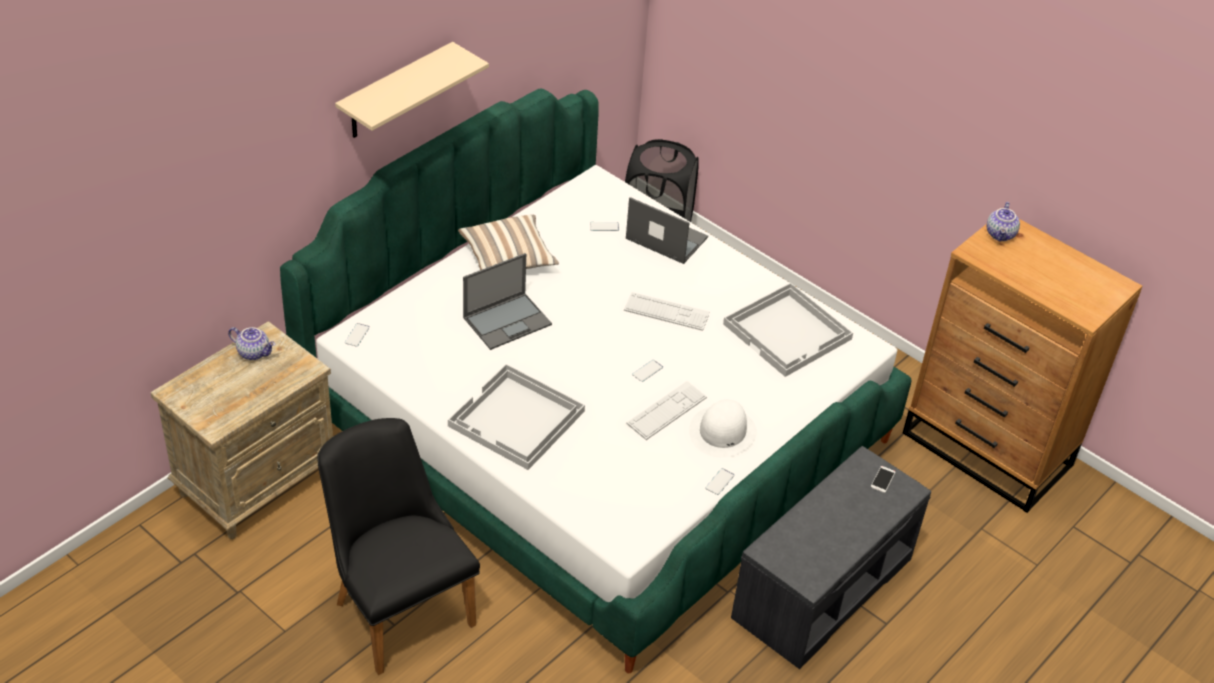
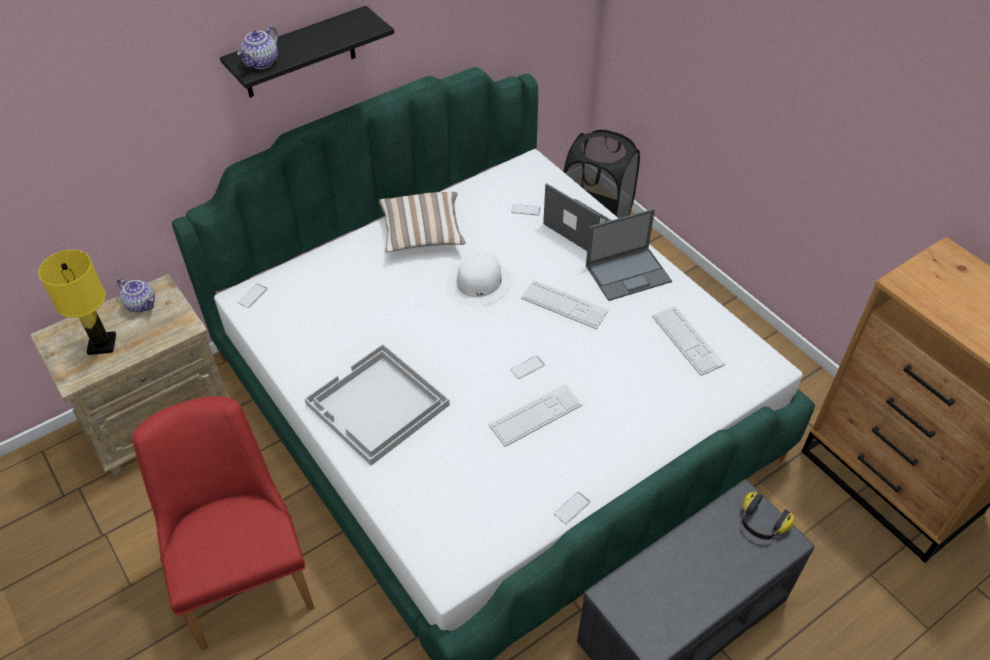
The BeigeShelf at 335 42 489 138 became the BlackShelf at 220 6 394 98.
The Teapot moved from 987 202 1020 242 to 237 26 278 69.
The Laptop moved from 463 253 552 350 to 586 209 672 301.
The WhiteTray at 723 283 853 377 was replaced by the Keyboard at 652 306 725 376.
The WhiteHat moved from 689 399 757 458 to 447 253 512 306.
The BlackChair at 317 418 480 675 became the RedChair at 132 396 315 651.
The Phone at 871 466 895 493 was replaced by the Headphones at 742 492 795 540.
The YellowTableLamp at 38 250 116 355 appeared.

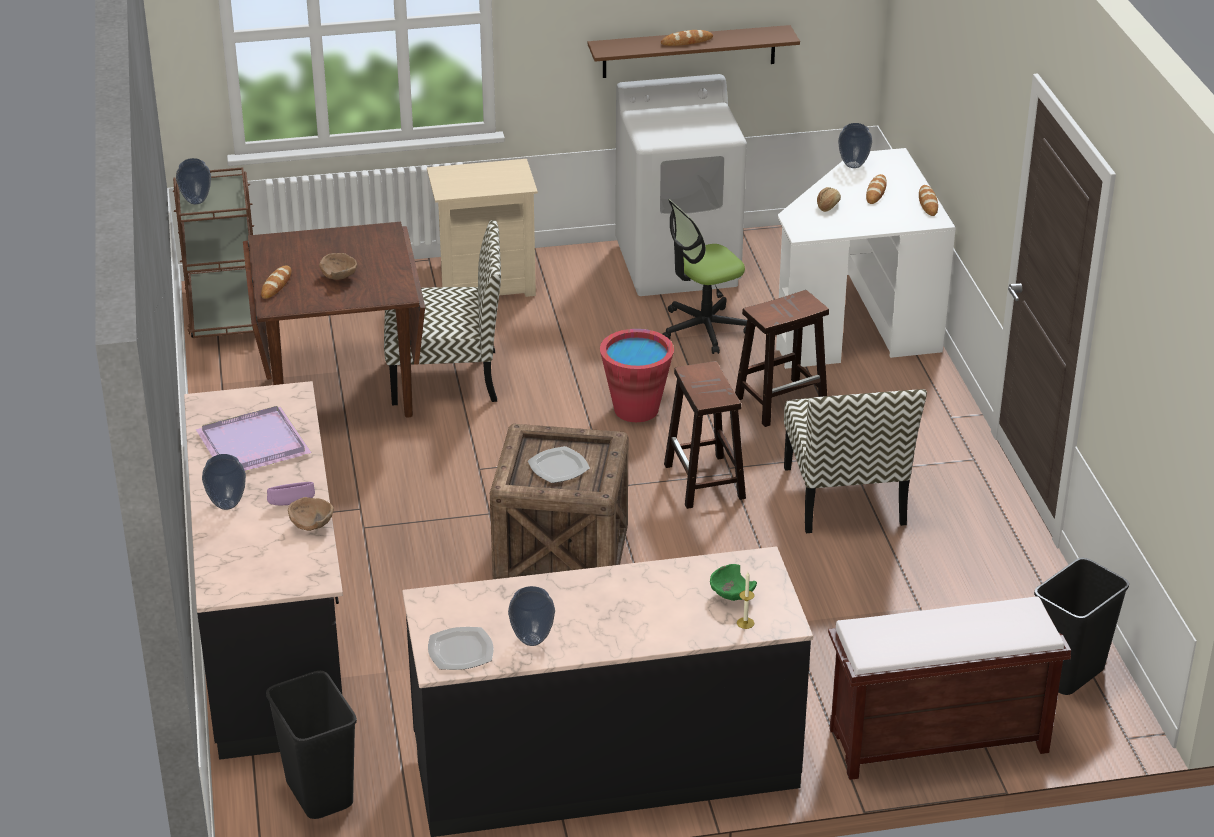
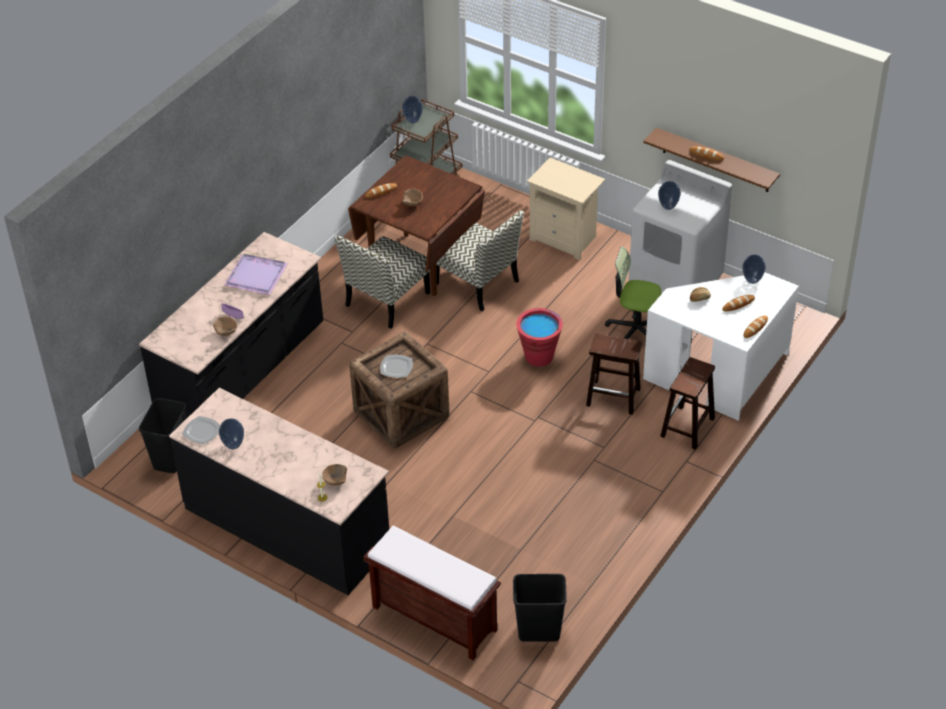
The BrownStool moved from 664 361 746 509 to 660 357 715 450.
The Chair moved from 784 389 927 533 to 334 235 430 329.
The Vase moved from 202 454 246 510 to 658 181 681 210.
The GreenBowl at 710 564 757 601 became the BrownBowl at 322 464 347 486.

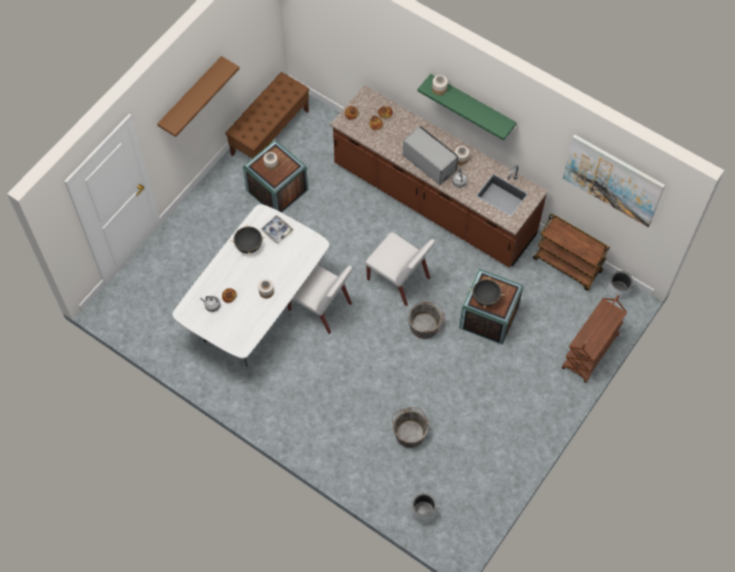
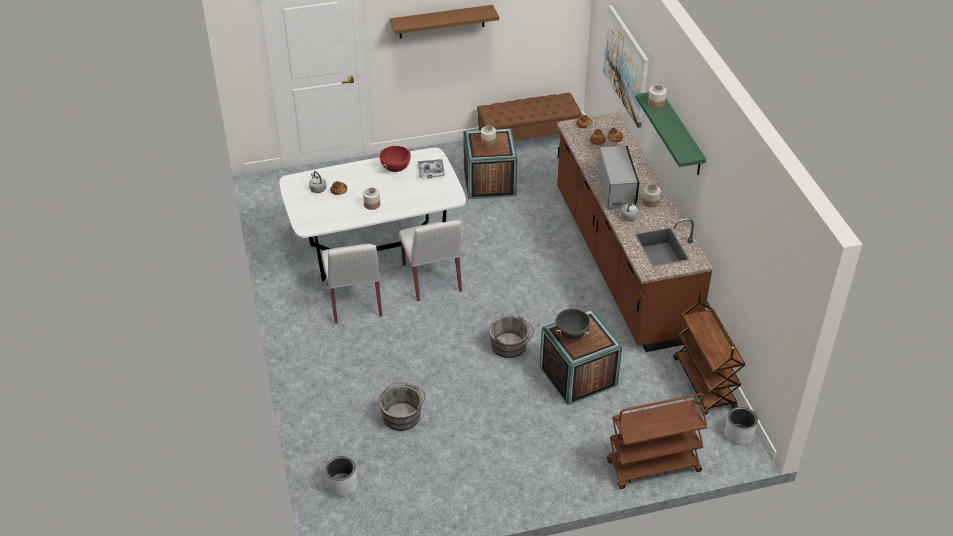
The Picture moved from 563 134 665 227 to 603 5 649 128.
The BlackCookingPot at 230 223 266 255 became the RedCookingPot at 379 146 411 172.
The WhiteChair moved from 365 232 435 306 to 322 244 382 324.

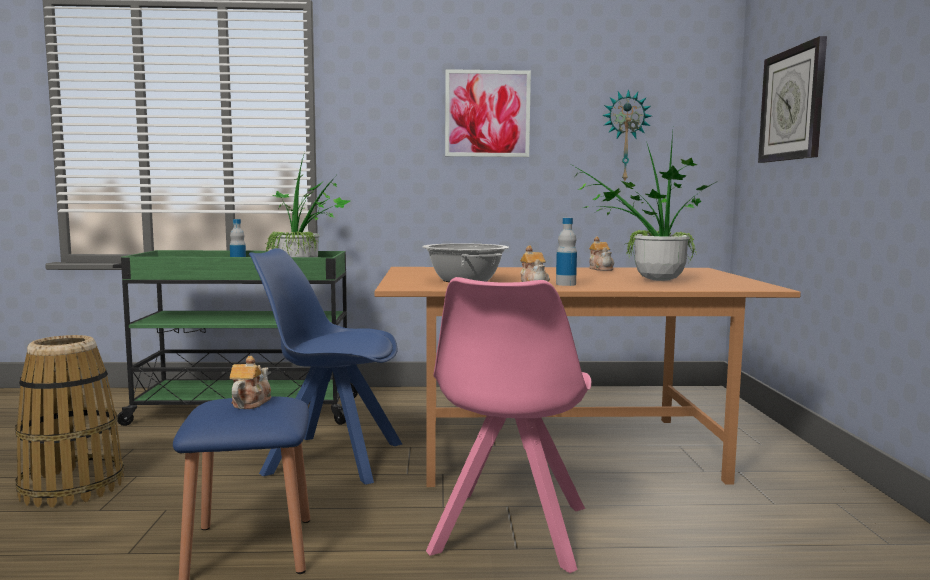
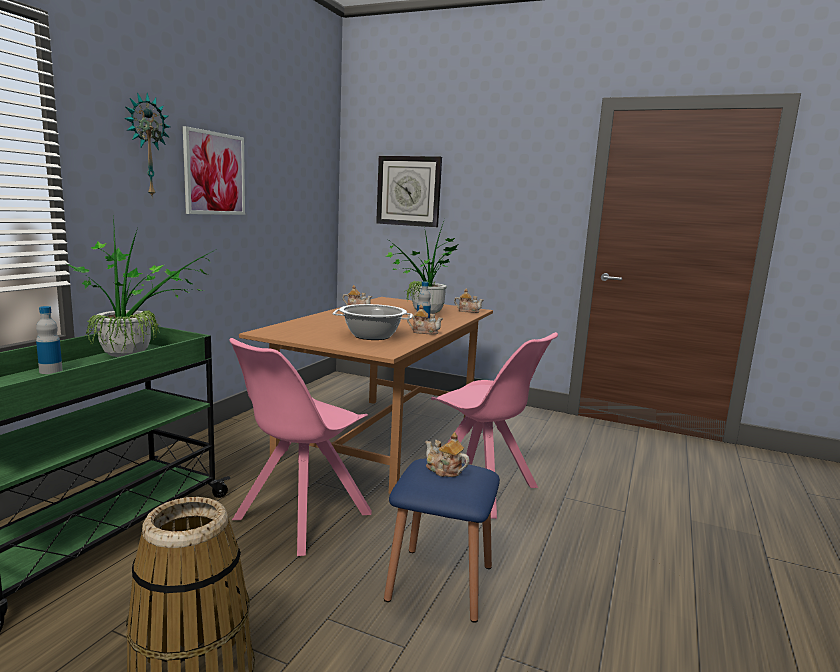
The WallClock moved from 602 89 651 182 to 124 92 170 196.
The BlueChair at 249 248 402 485 became the PinkChair at 229 338 372 556.
The Teapot at 454 289 483 313 appeared.

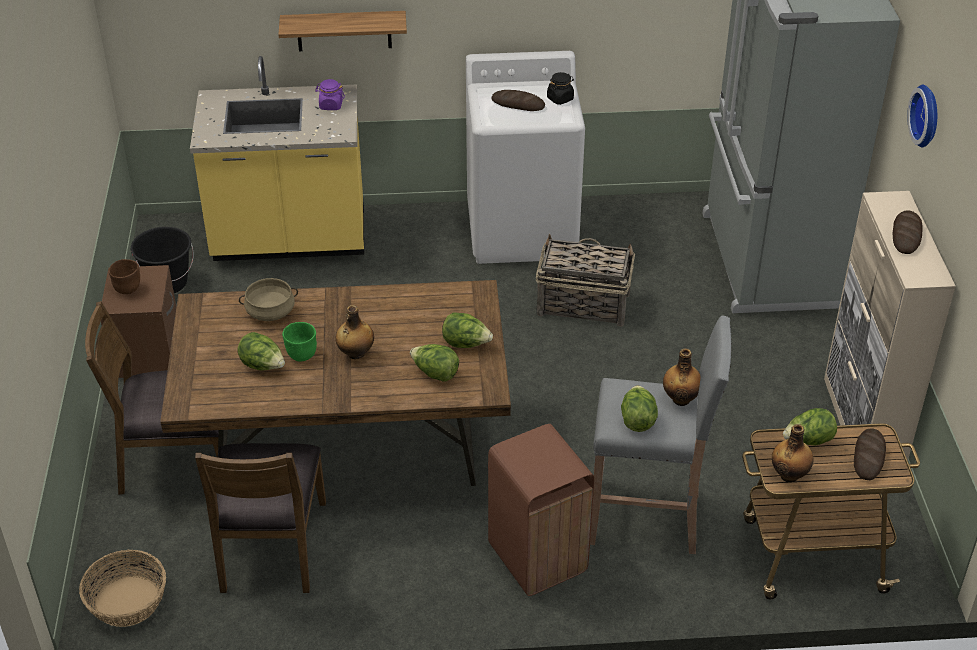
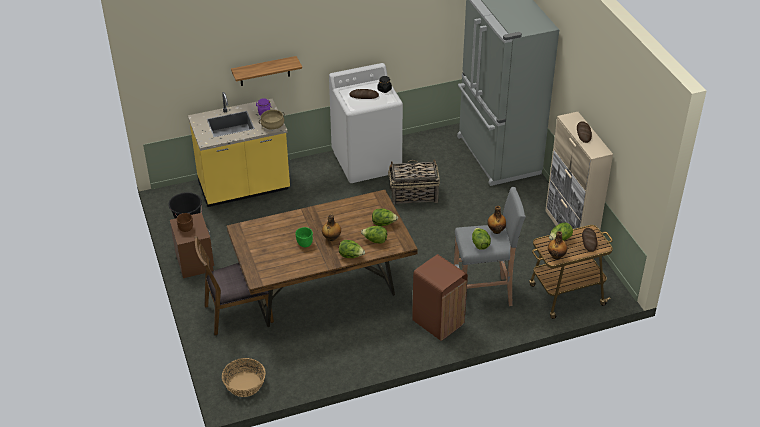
The WallClock at 907 85 937 147 disappeared.
The BeigeCookingPot moved from 239 278 298 321 to 259 110 285 130.
The Lettuce moved from 238 332 285 371 to 339 240 365 258.
The BrownChair at 195 443 326 593 disappeared.

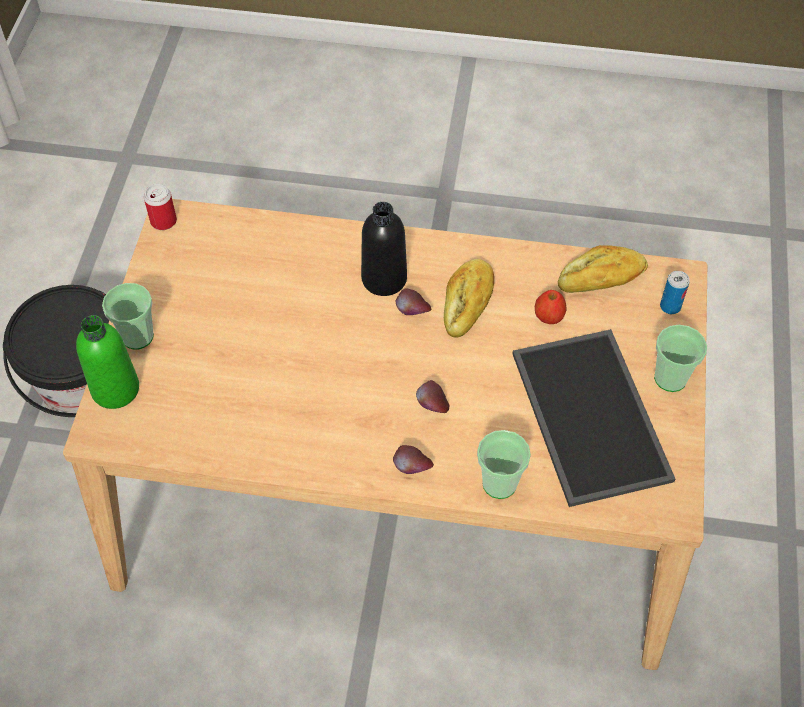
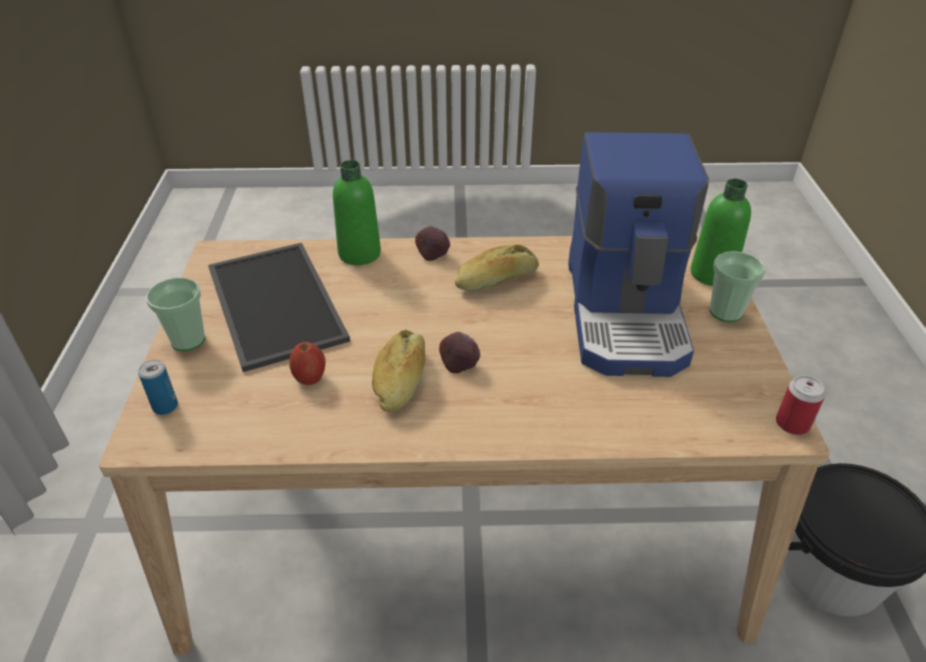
The BlackBottle at 361 202 407 296 disappeared.
The Bread moved from 558 245 648 293 to 455 245 539 291.
The Apple at 416 380 449 413 disappeared.
The Cup at 477 430 531 499 was replaced by the GreenBottle at 333 160 381 265.
The CoffeeMachine at 568 132 709 377 appeared.

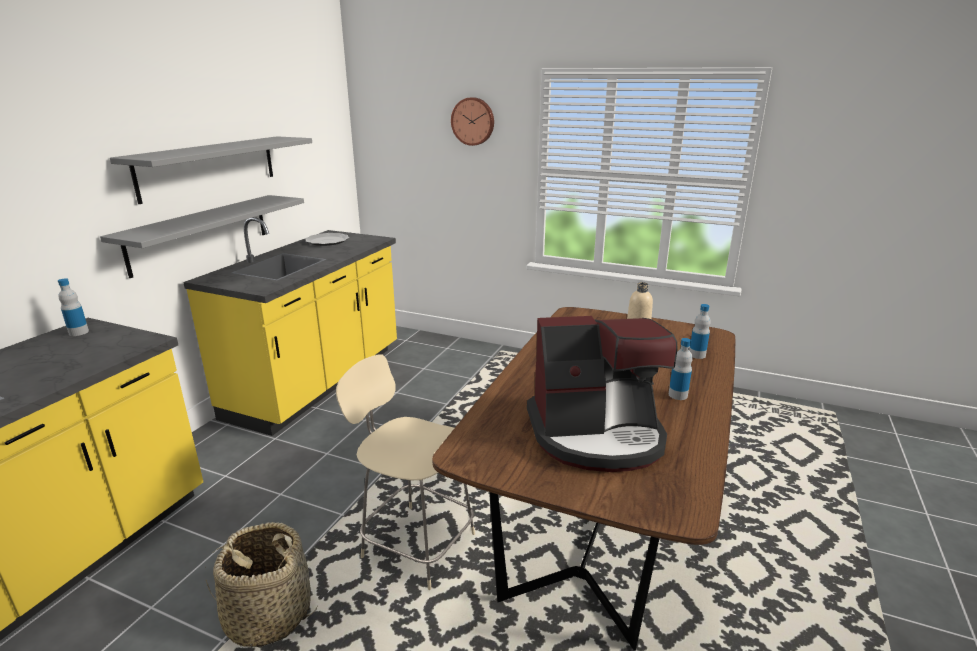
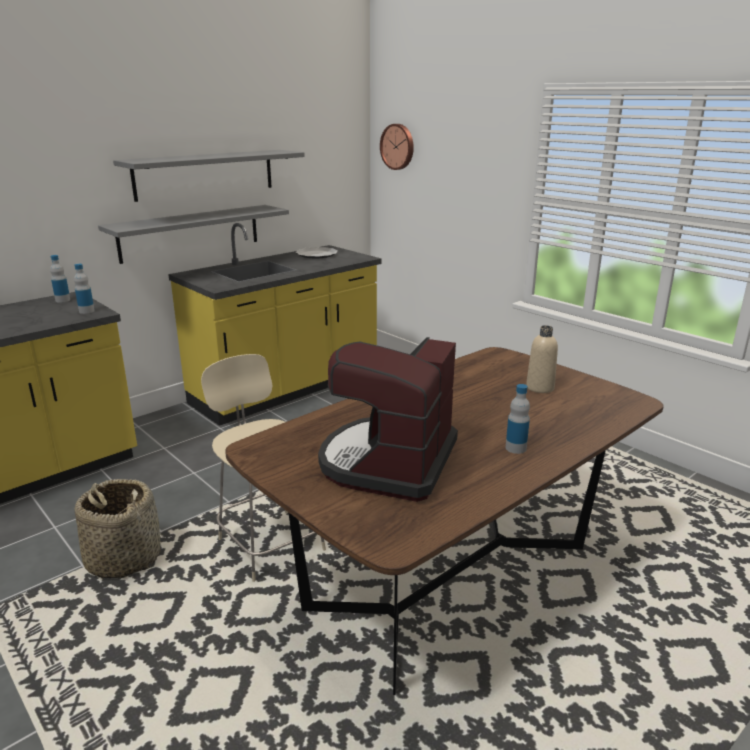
The WallClock moved from 451 97 494 146 to 380 124 414 170.
The Bottle moved from 689 304 711 359 to 74 264 95 314.
The CoffeeMachine at 527 316 677 472 turned 90 degrees clockwise.

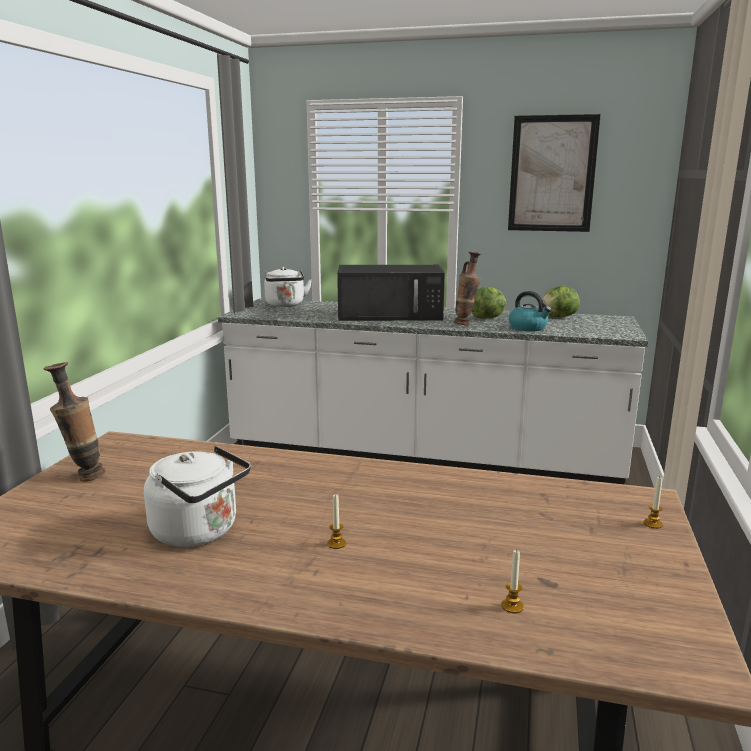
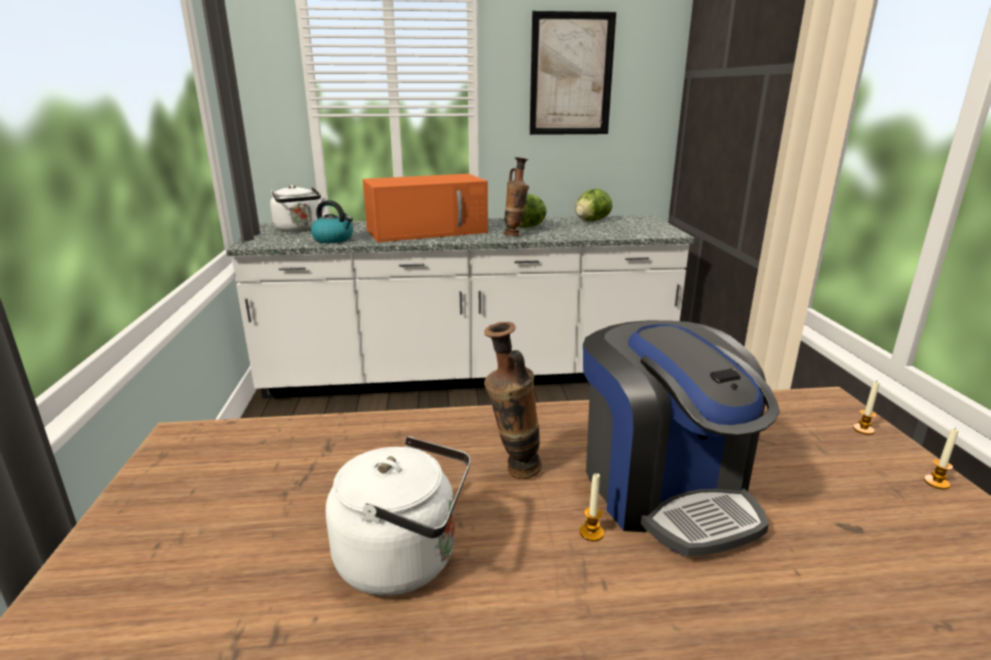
The BlackMicrowave at 337 265 445 321 became the OrangeMicrowave at 363 174 488 242.
The Kettle moved from 509 291 552 331 to 311 200 353 243.
The Vase moved from 44 362 106 482 to 484 322 542 479.
The Candle moved from 501 549 524 613 to 924 428 959 489.
The CoffeeMachine at 583 320 780 556 appeared.

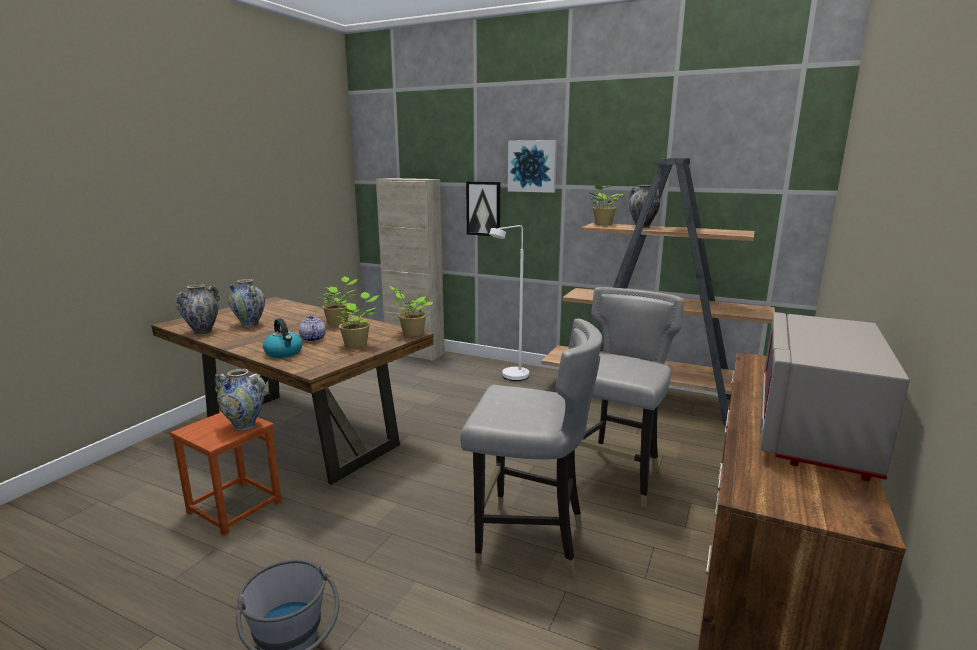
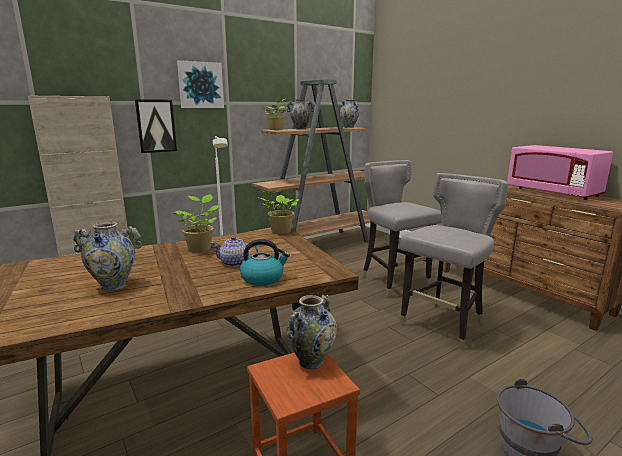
The Vase moved from 175 284 220 335 to 340 100 359 128.
The PottedPlant at 335 292 379 349 disappeared.
The GreyMicrowave at 760 312 910 481 became the PinkMicrowave at 507 145 613 200.

